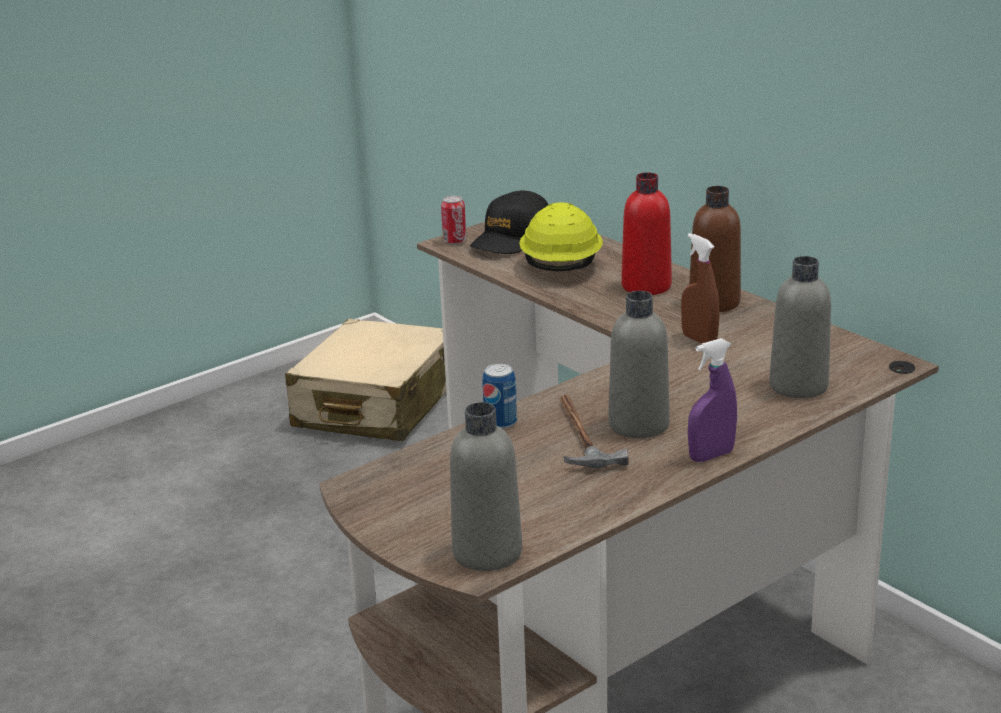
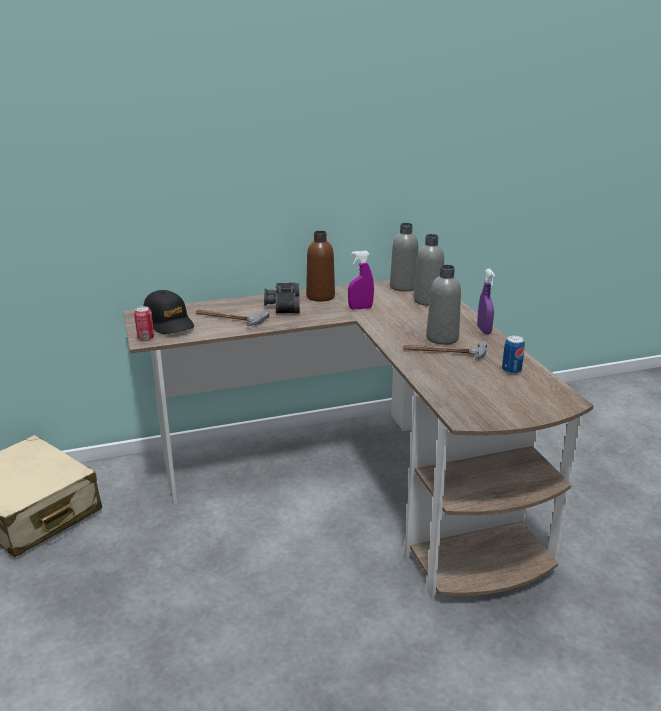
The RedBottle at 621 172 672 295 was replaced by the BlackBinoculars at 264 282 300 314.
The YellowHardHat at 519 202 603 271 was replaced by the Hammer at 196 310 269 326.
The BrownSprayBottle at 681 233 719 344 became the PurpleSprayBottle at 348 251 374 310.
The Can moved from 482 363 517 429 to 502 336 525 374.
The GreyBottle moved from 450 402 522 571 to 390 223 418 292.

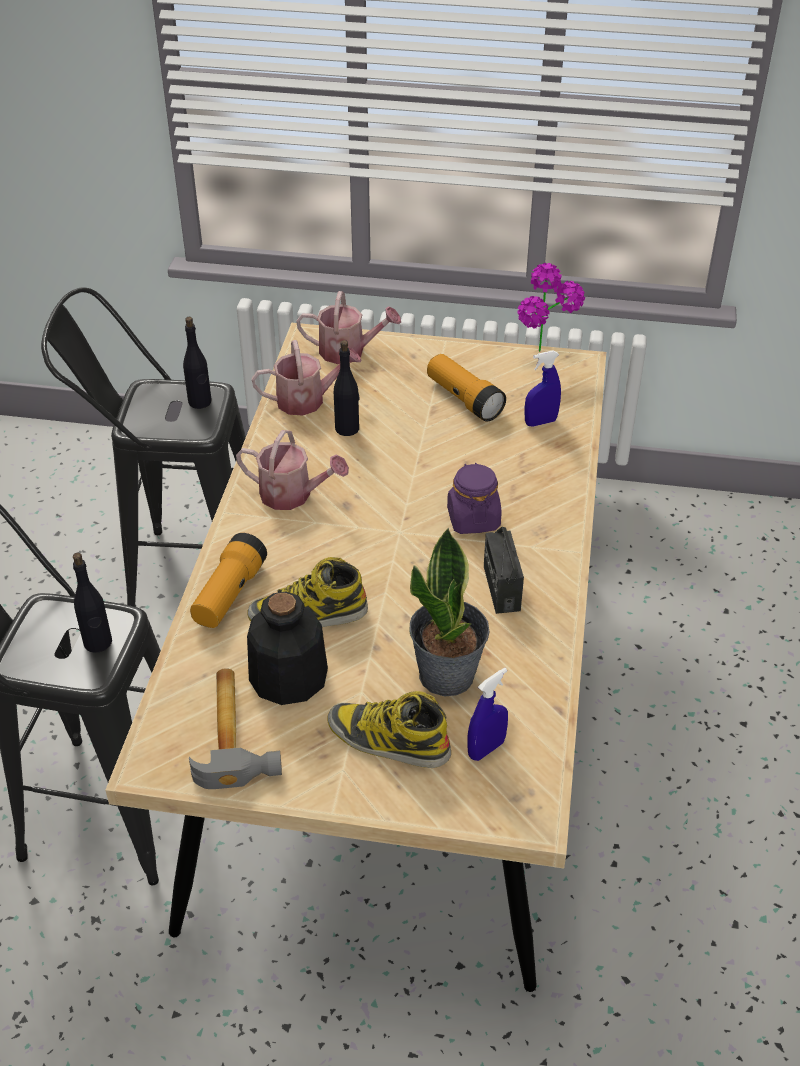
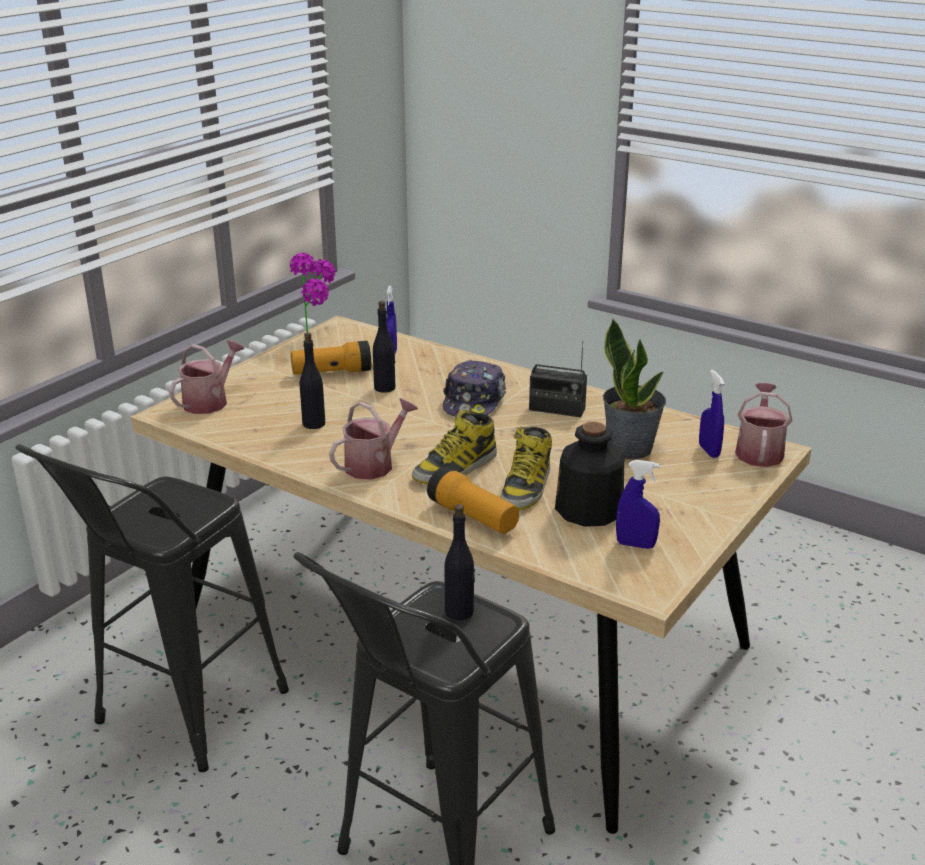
The BlackBottle moved from 183 317 212 409 to 373 301 396 393.
The WateringCan moved from 252 340 361 416 to 735 383 792 467.
The PurpleJar at 447 463 501 534 was replaced by the Cap at 443 359 506 417.
The Hammer at 189 668 282 789 was replaced by the BlueSprayBottle at 616 460 660 549.
The Boot moved from 327 691 451 768 to 412 410 497 484.

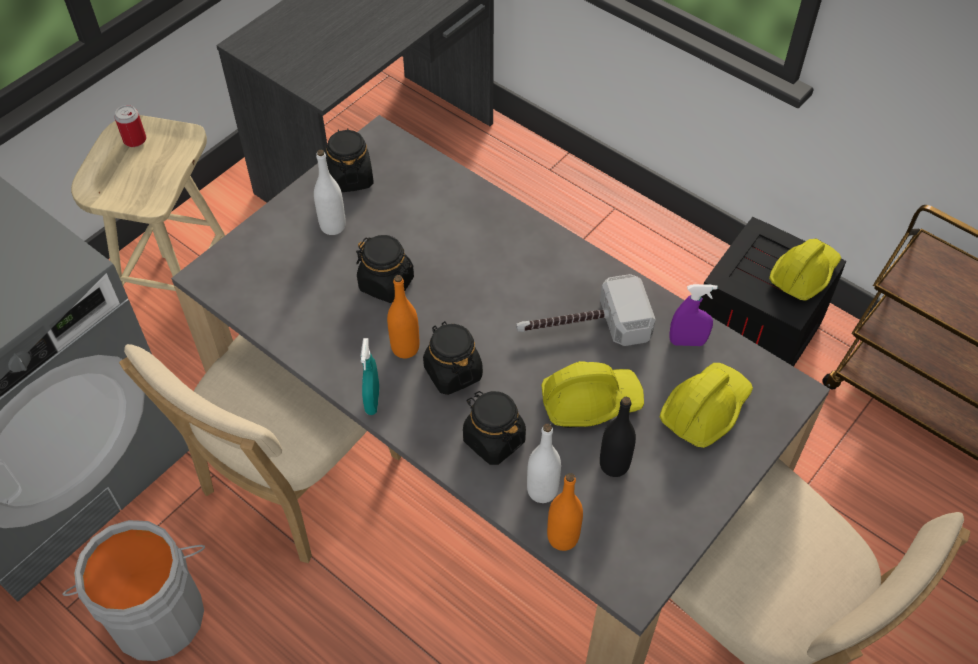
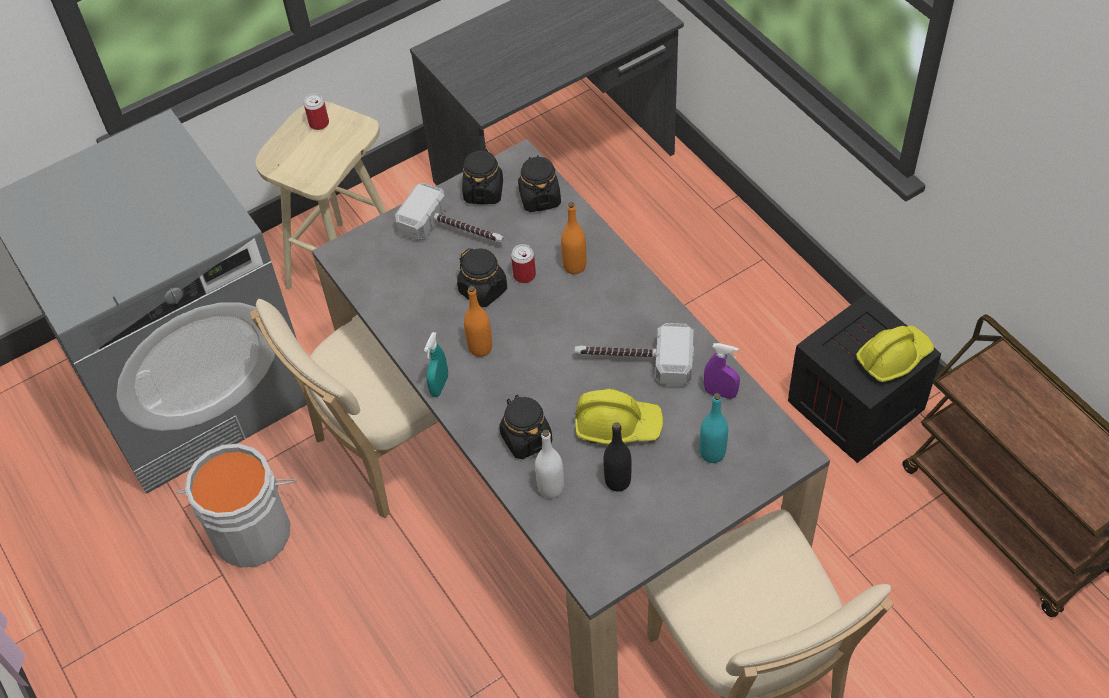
The WhiteBottle at 314 150 346 235 was replaced by the Hammer at 395 183 504 243.
The BlackJar moved from 423 321 483 395 to 518 155 561 212.
The YellowHardHat at 660 363 753 448 was replaced by the TurquoiseBottle at 700 393 728 463.
The OrangeBottle moved from 547 473 583 551 to 561 202 587 274.
The Can at 511 244 536 283 appeared.

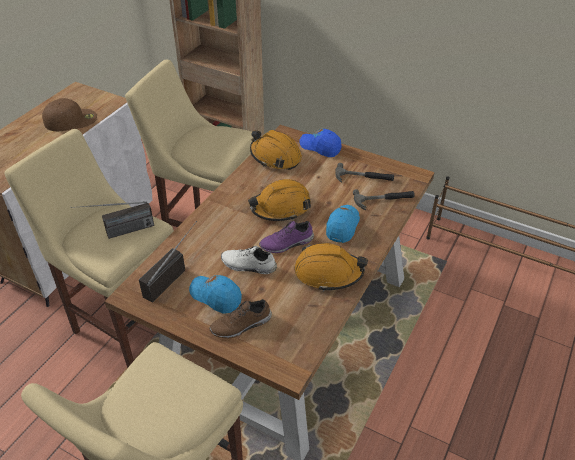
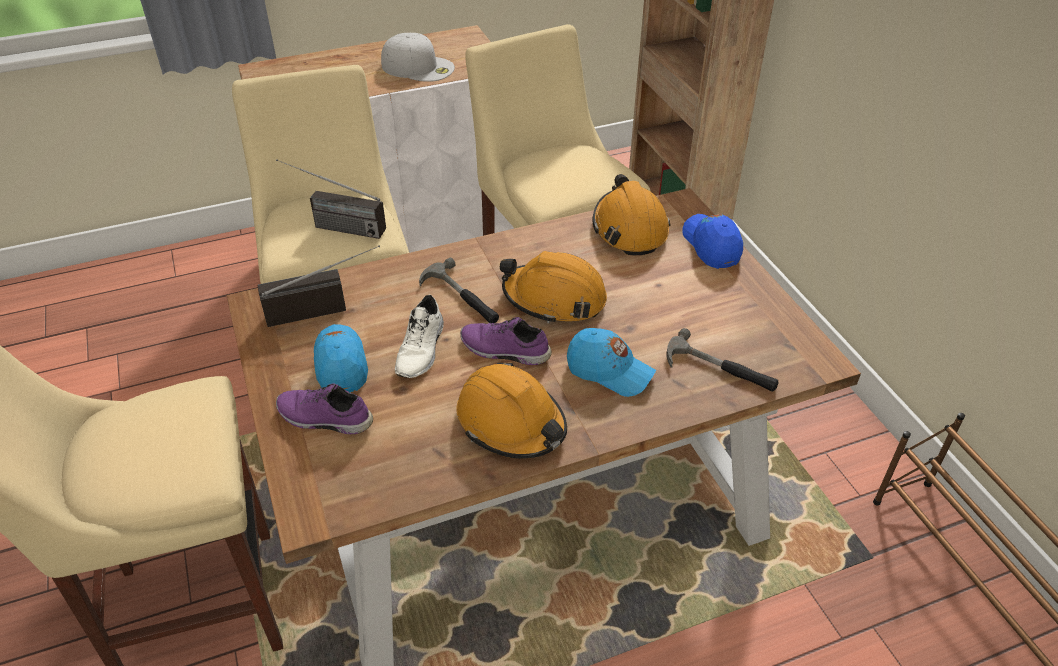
The BrownCap at 42 98 97 131 became the WhiteCap at 381 33 455 82.
The Hammer moved from 335 163 394 183 to 419 258 499 323.
The BlueCap at 326 205 360 243 turned 60 degrees clockwise.
The WhiteShoe at 221 246 277 274 turned 135 degrees counterclockwise.
The BrownShoe at 209 299 272 338 became the PurpleShoe at 276 383 373 435.

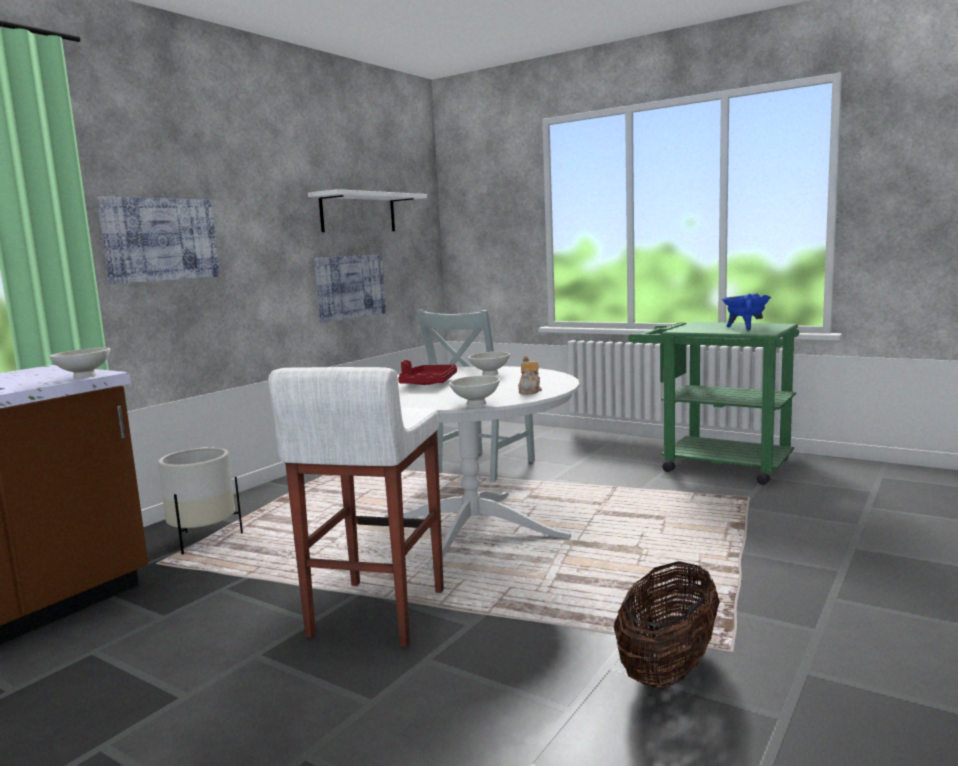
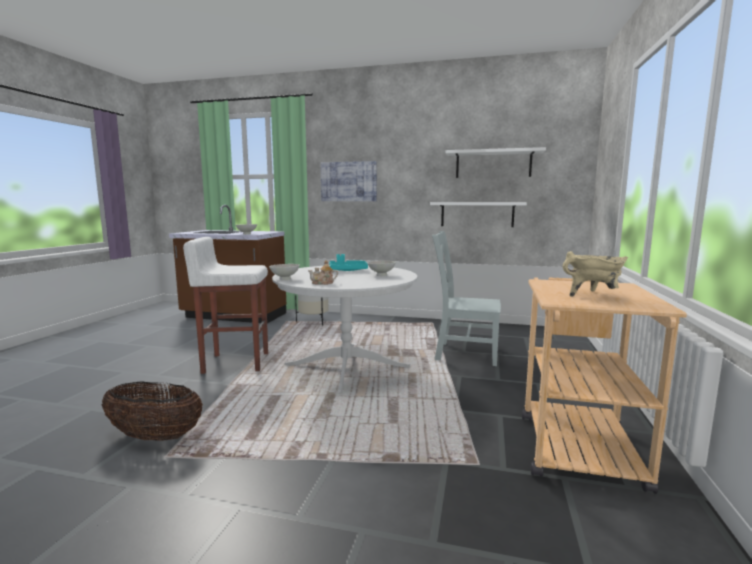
The Picture at 314 254 386 323 was replaced by the WhiteShelf at 430 202 527 227.
The BlueCookingPot at 722 293 771 331 became the BeigeCookingPot at 563 251 628 297.
The GreenCart at 628 322 799 485 became the BeigeCart at 522 277 687 494.
The RedTray at 398 360 457 385 became the TurquoiseTray at 329 254 368 271.

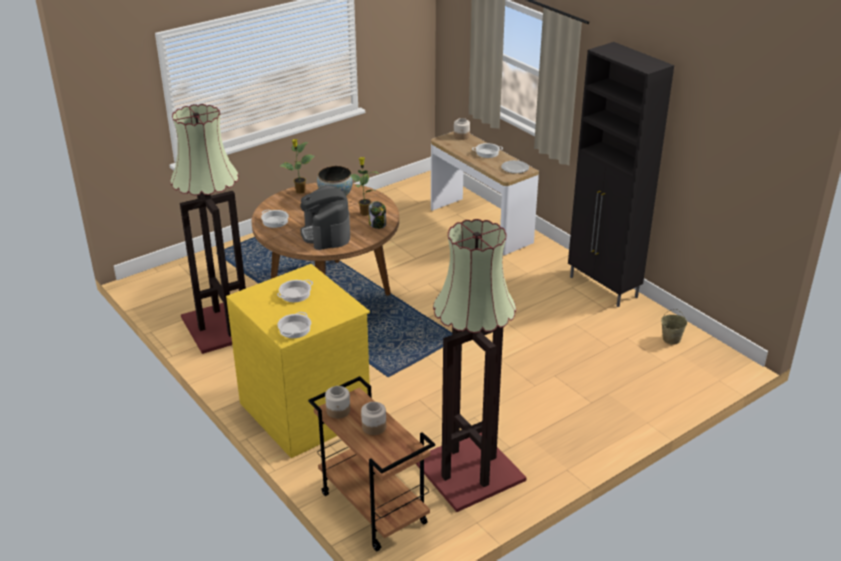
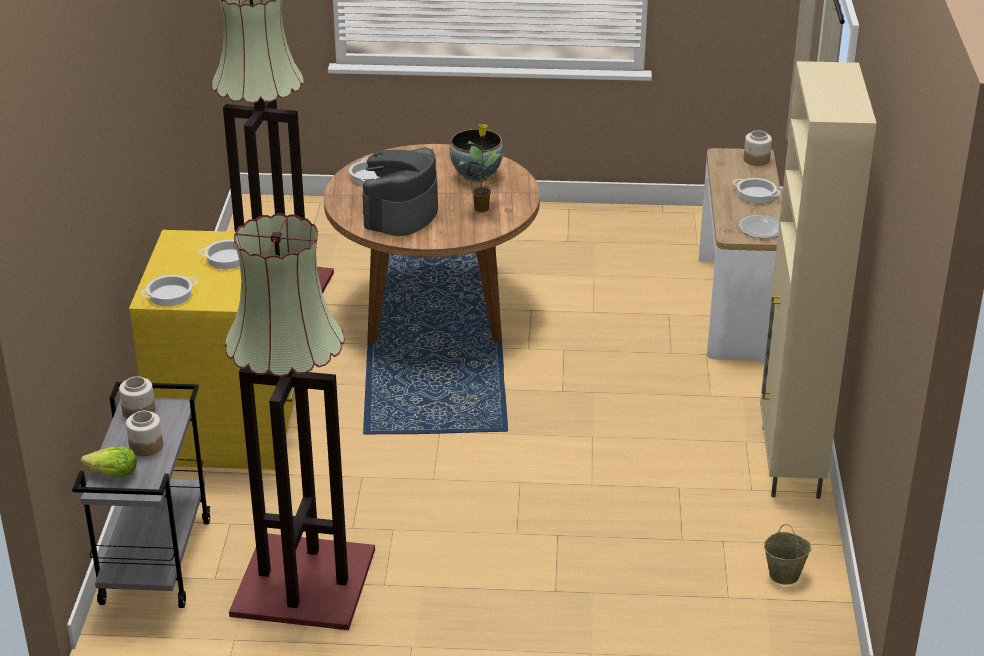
The BlackCabinet at 568 42 674 307 became the BeigeCabinet at 760 61 877 499.
The PottedPlant at 280 139 314 194 disappeared.
The Jar at 369 201 386 229 disappeared.
The BrownCart at 308 376 435 551 became the GreyCart at 72 382 210 608.
The Lettuce at 81 447 137 477 appeared.

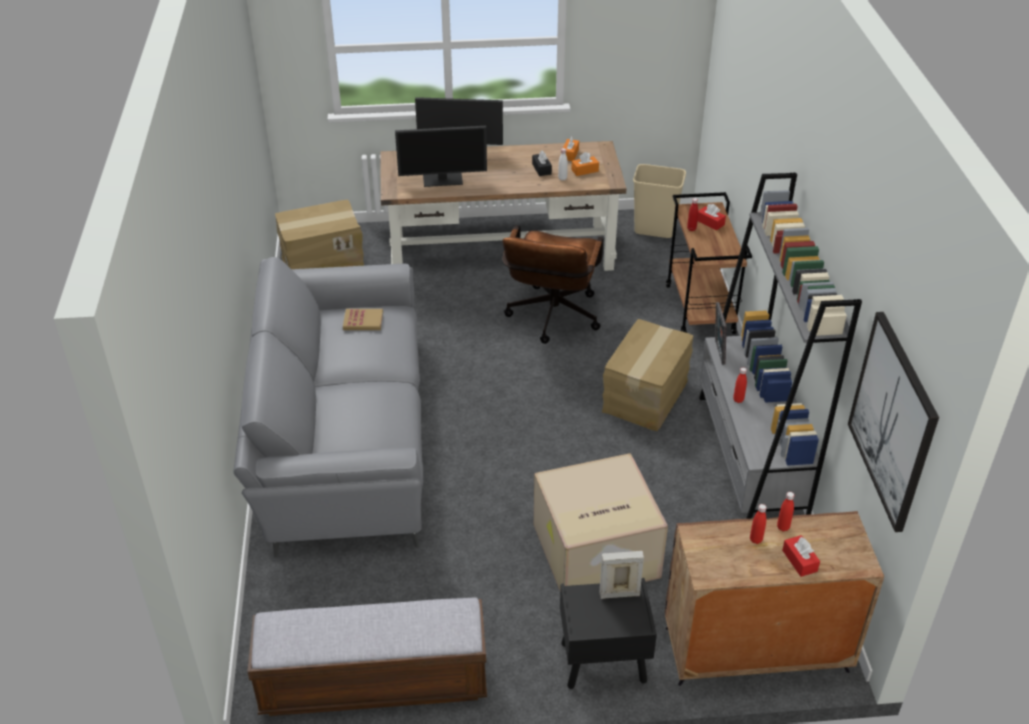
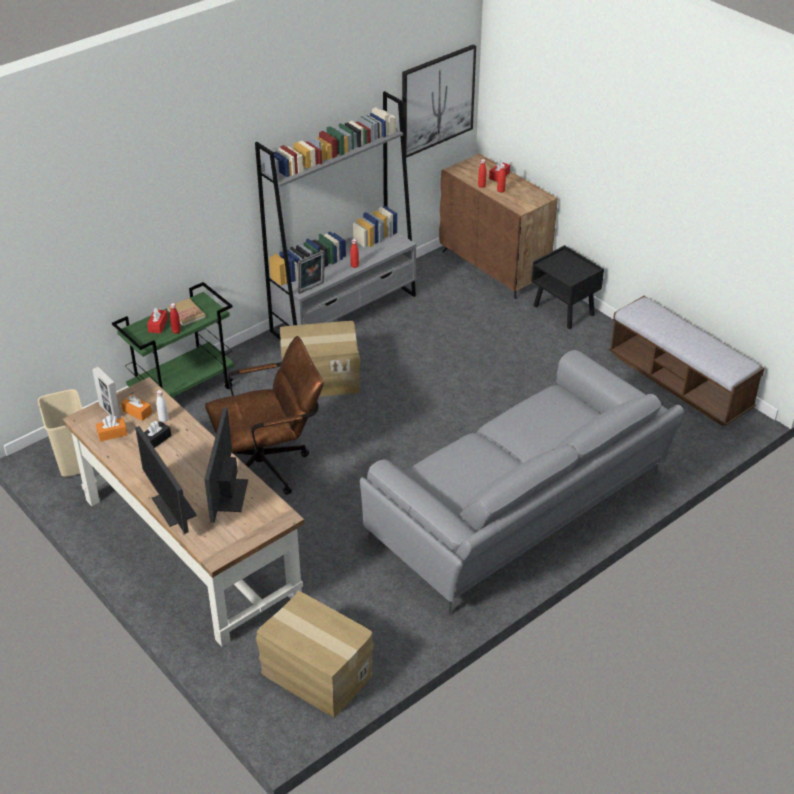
The Monitor at 395 126 487 187 turned 135 degrees counterclockwise.
The BrownCart at 666 192 752 334 became the GreenCart at 112 282 235 397.
The Book moved from 343 309 383 330 to 167 298 206 327.
The CardboardBox at 534 453 668 590 disappeared.
The PictureFrame moved from 599 551 644 599 to 92 367 121 419.

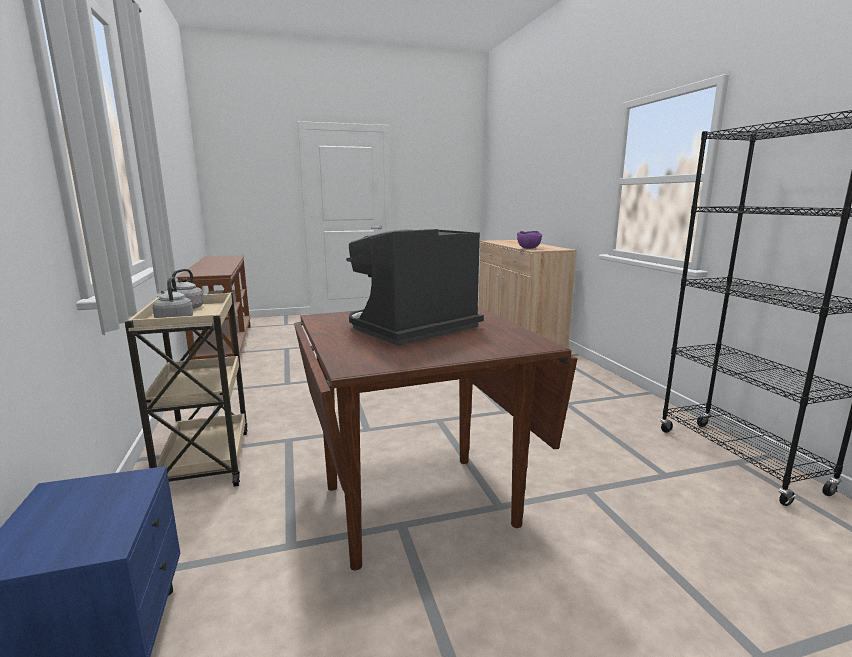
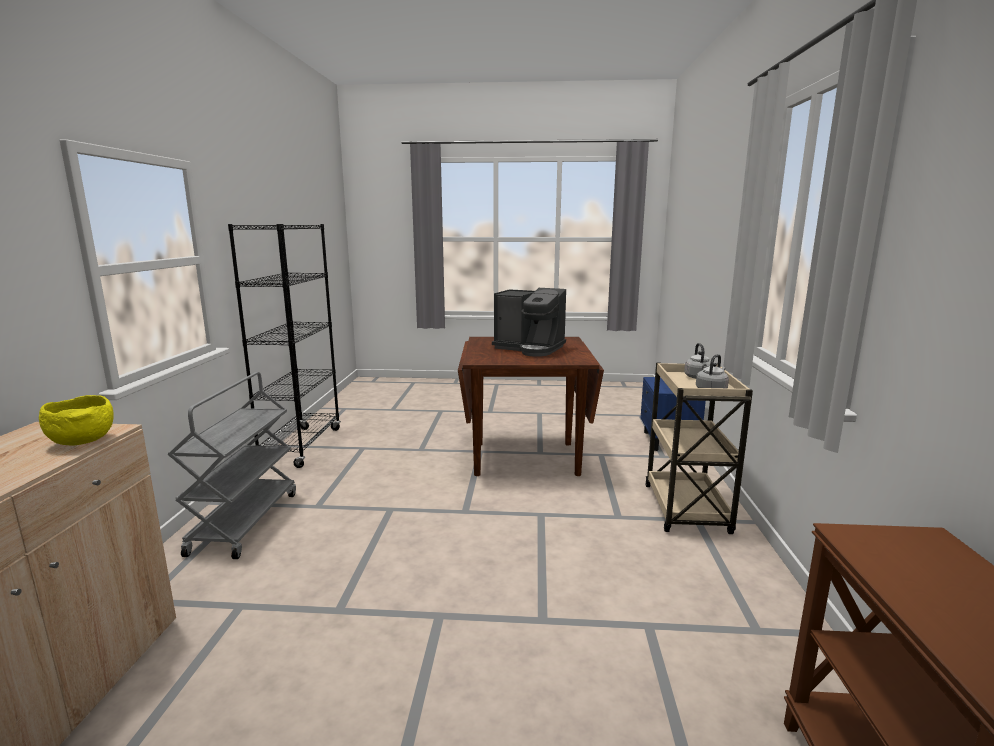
The CoffeeMachine at 346 229 484 346 turned 45 degrees clockwise.
The PurpleBowl at 517 231 542 249 became the YellowBowl at 39 395 114 445.
The GreyCart at 167 372 296 559 appeared.

